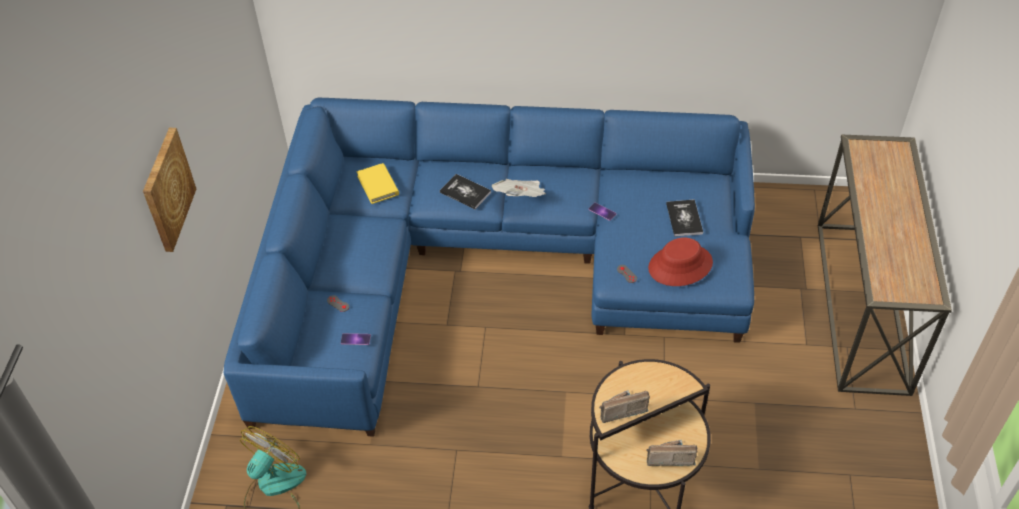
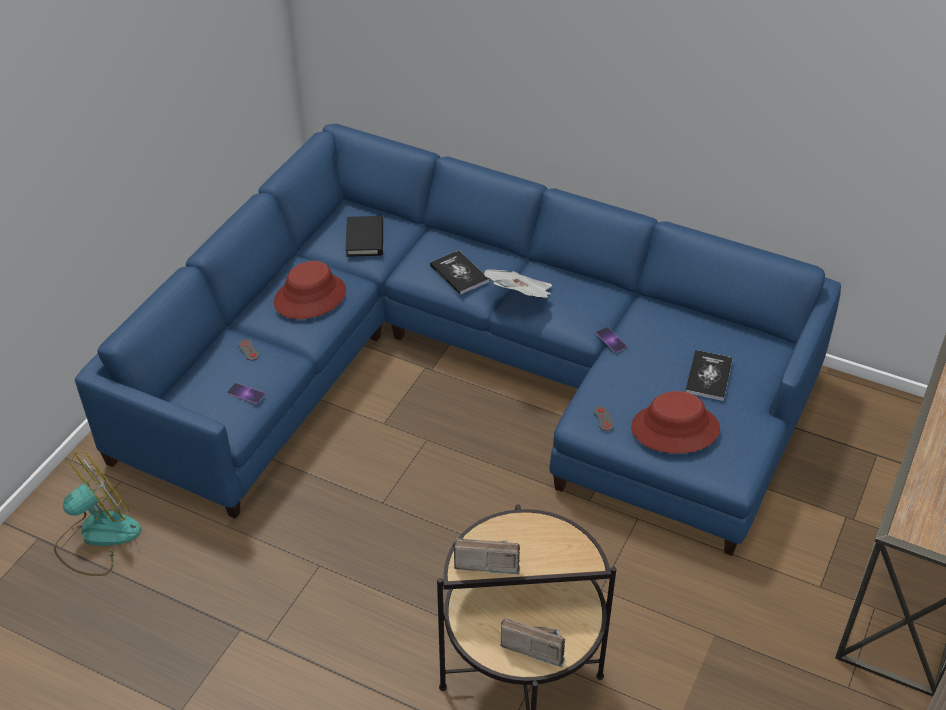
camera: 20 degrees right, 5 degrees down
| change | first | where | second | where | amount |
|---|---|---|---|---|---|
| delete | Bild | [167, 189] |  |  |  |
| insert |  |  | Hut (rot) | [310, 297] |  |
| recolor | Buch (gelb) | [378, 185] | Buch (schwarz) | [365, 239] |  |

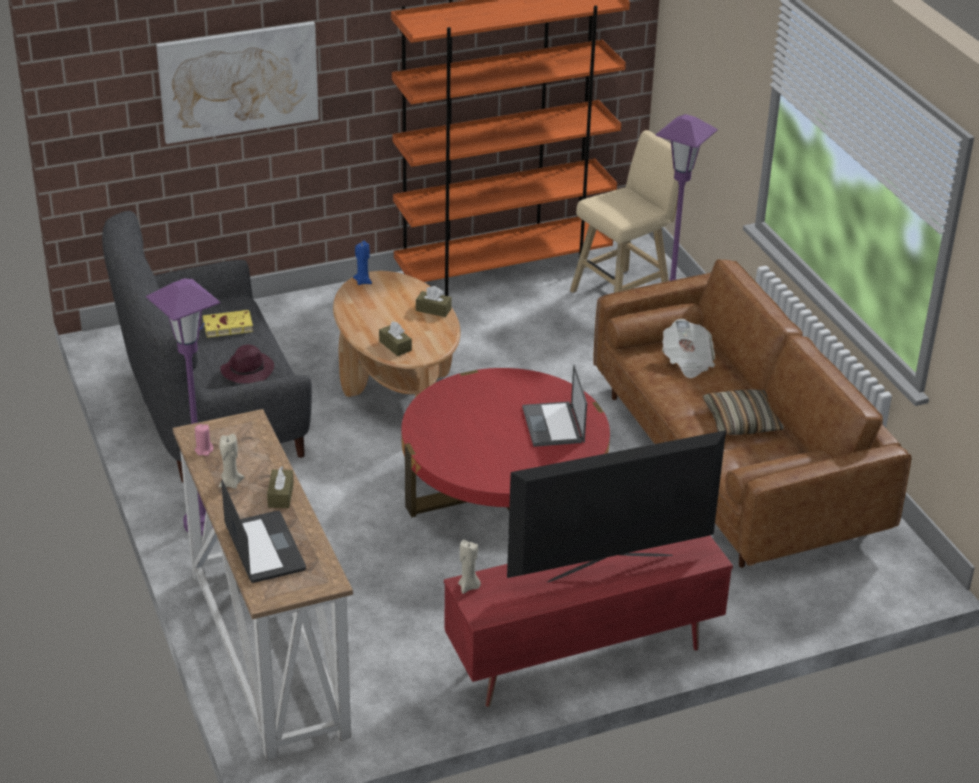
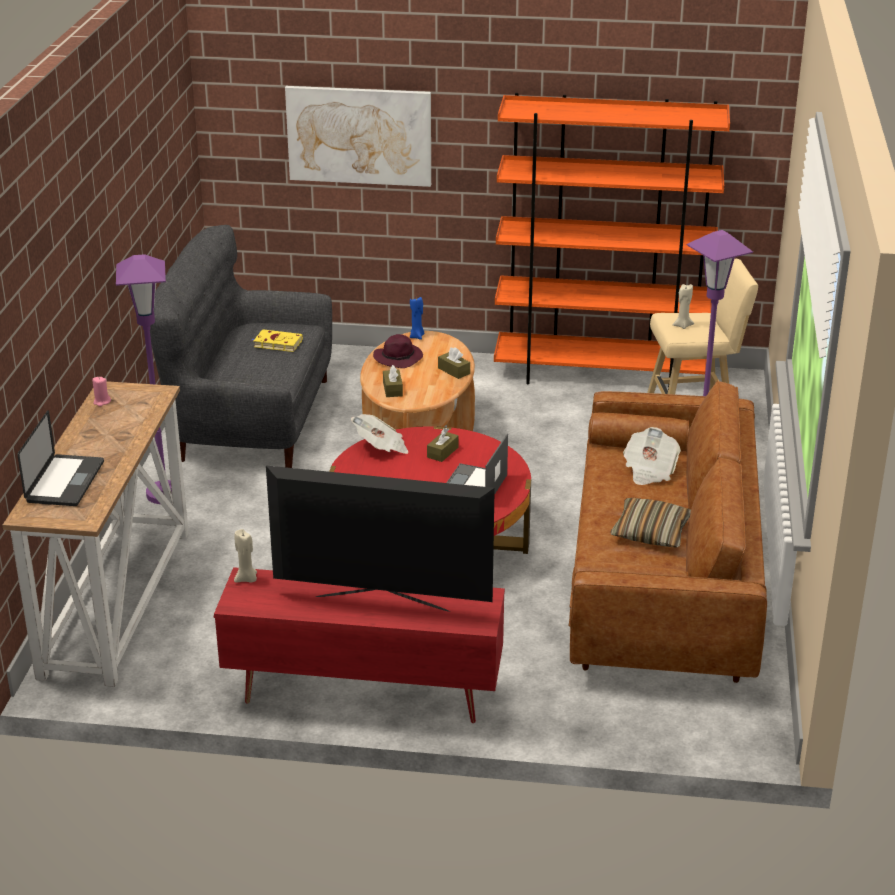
camera: 30 degrees right, 5 degrees down
| change | first | where | second | where | amount |
|---|---|---|---|---|---|
| insert |  |  | Zeitung | [381, 448] |  |
| move | Kerze (beige) | [230, 483] |  | [682, 325] |  |
| move | Hut (lila) | [248, 370] |  | [399, 358] |  |
| move | Taschentuchbox (braun) | [280, 495] |  | [442, 452] |  |

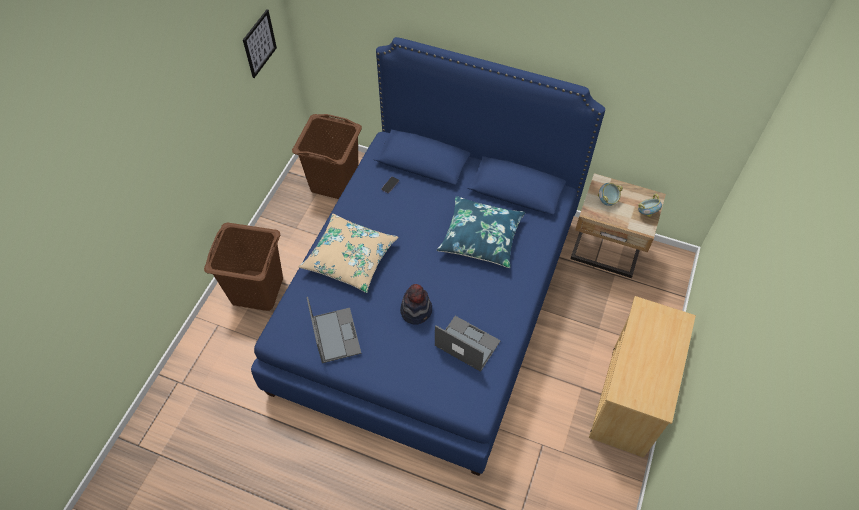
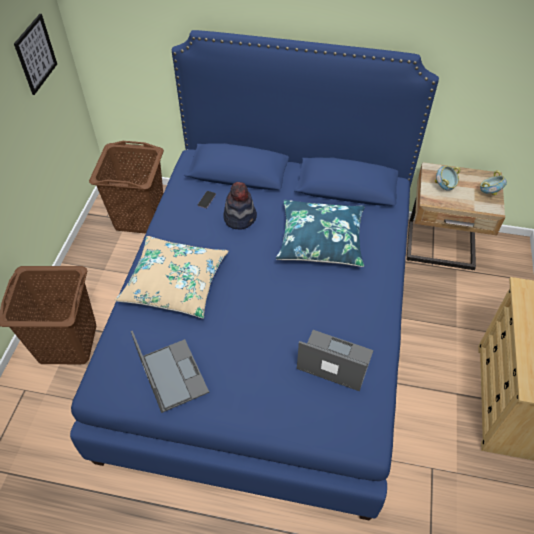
camera: 10 degrees left, 5 degrees down
| change | first | where | second | where | amount |
|---|---|---|---|---|---|
| move | Hut | [416, 310] |  | [240, 217] |  |

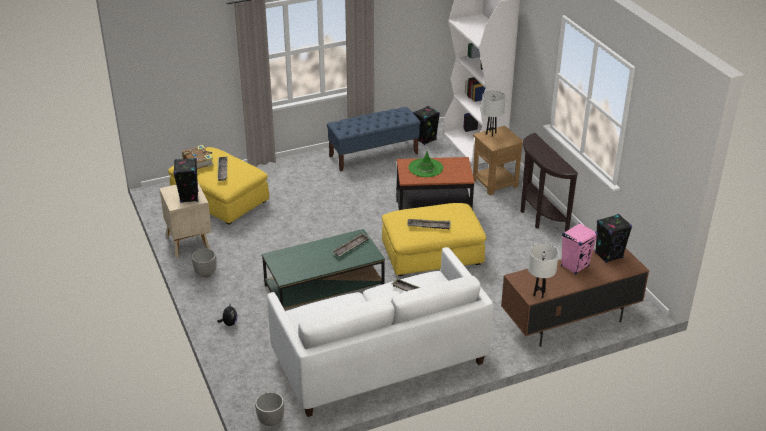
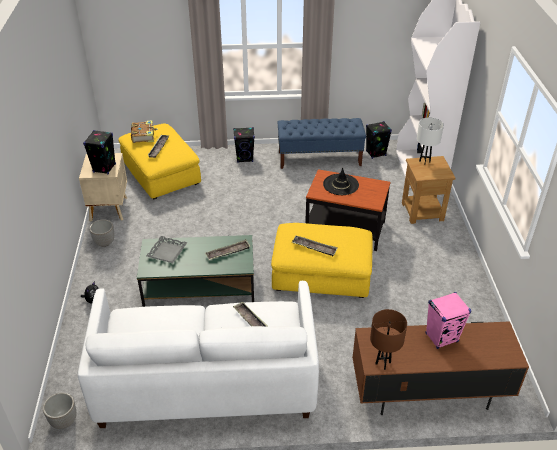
camera: 20 degrees right, 5 degrees up
| change | first | where | second | where | amount |
|---|---|---|---|---|---|
| delete | Konsolentisch (braun) | [538, 217] |  |  |  |
| insert |  |  | Tablett (grau) | [167, 252] |  |
| move | Lautsprecher (schwarz) | [609, 255] |  | [245, 158] |  |
| recolor | Hut (grün) | [425, 168] | Hut (schwarz) | [340, 184] |  |
| recolor | Tischlampe (weiß) | [539, 294] | Tischlampe (braun) | [383, 363] |  |

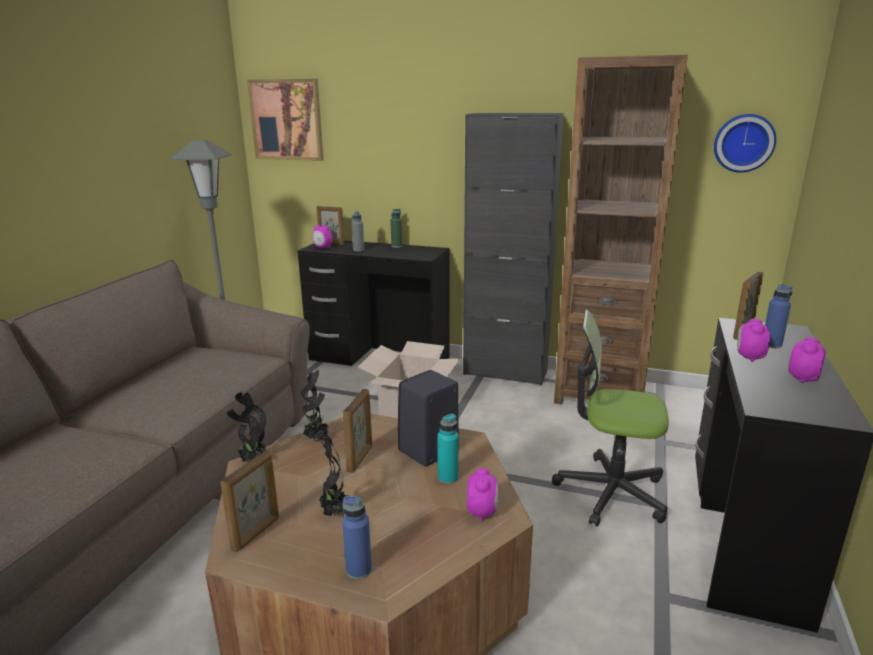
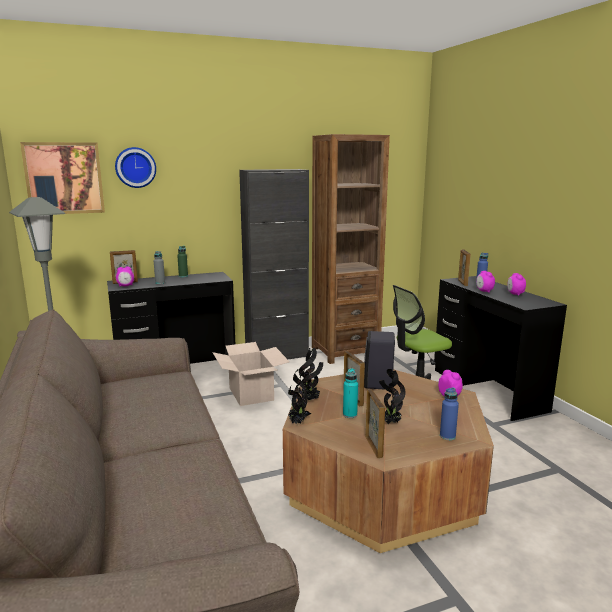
camera: 40 degrees left, 5 degrees down
| change | first | where | second | where | amount |
|---|---|---|---|---|---|
| move | Flasche (türkis) | [448, 478] |  | [350, 415] |  |
| move | Wanduhr | [743, 143] |  | [135, 167] |  |

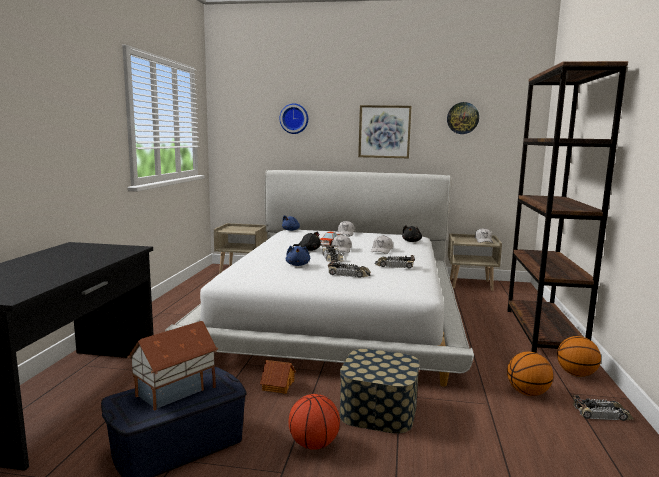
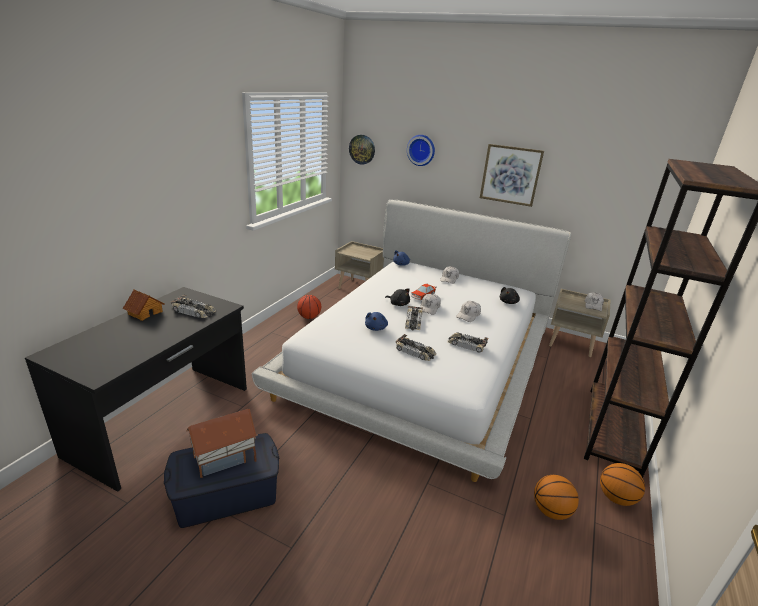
camera: 15 degrees right, 15 degrees up
| change | first | where | second | where | amount |
|---|---|---|---|---|---|
| delete | Aufbewahrungsbox | [379, 410] |  |  |  |
| move | Spielzeughaus | [277, 385] |  | [145, 312] |  |
| move | Basketball | [313, 444] |  | [309, 317] |  |
| move | Wanduhr | [462, 118] |  | [362, 149] |  |
| move | Spielzeugauto | [602, 414] |  | [194, 311] |  |

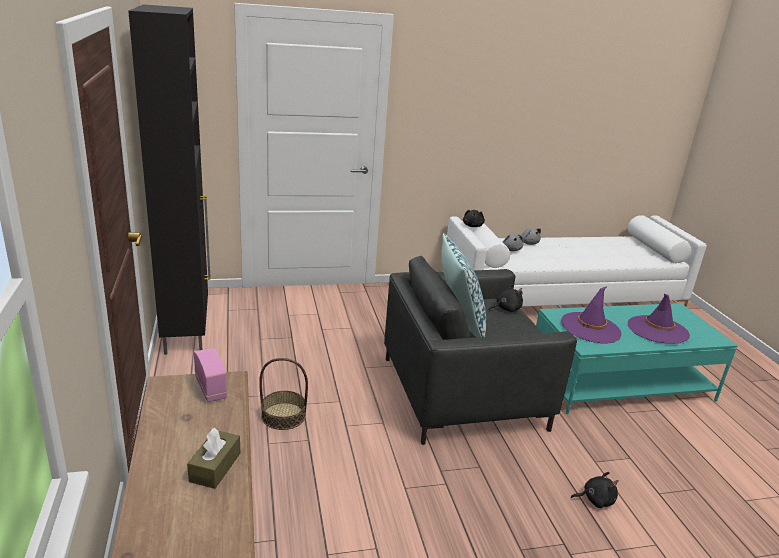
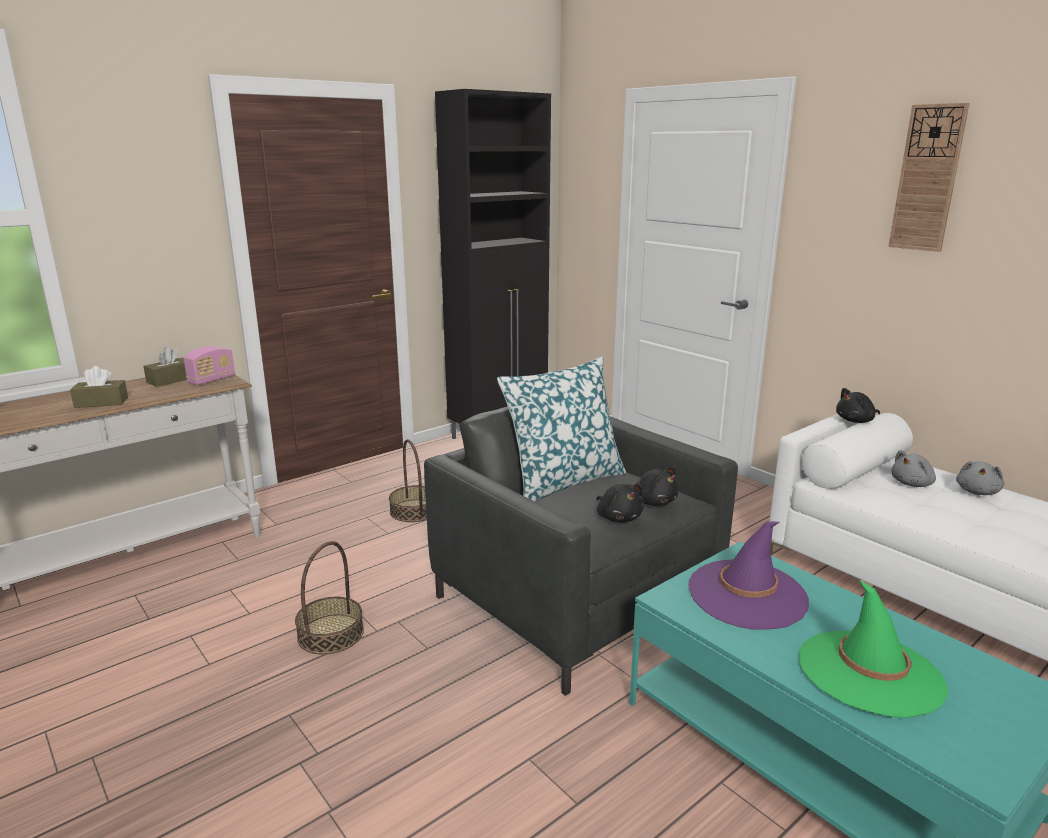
camera: 65 degrees right, 5 degrees down
| change | first | where | second | where | amount |
|---|---|---|---|---|---|
| insert |  |  | Taschentuchbox (braun) | [171, 380] |  |
| insert |  |  | Korb | [330, 634] |  |
| insert |  |  | Wanduhr | [927, 178] |  |
| move | Plüschtier (schwarz) | [595, 500] |  | [618, 517] |  |
| recolor | Hut (lila) | [657, 330] | Hut (grün) | [869, 672] |  |

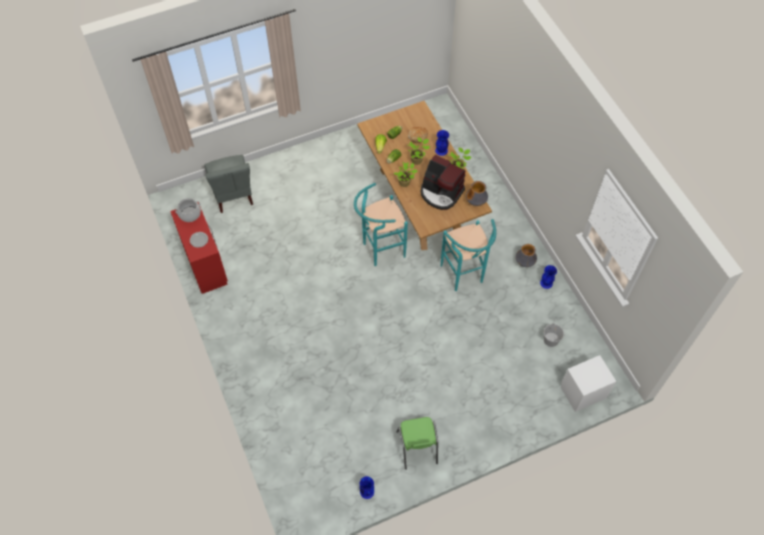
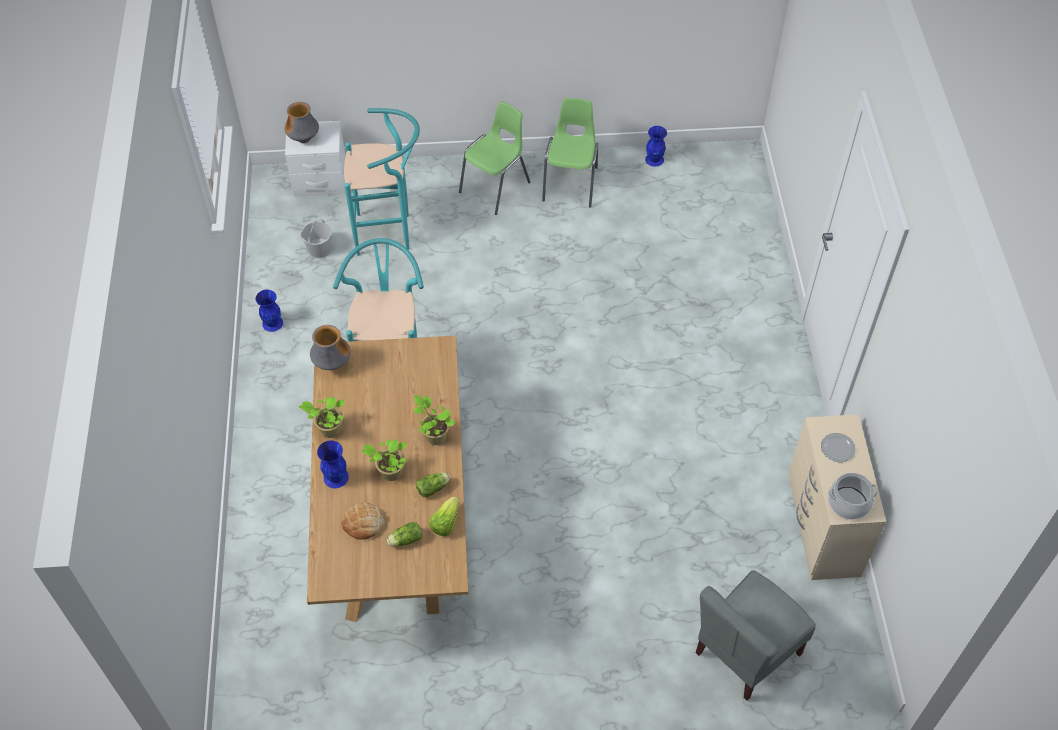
camera: 160 degrees left, 5 degrees down
| change | first | where | second | where | amount |
|---|---|---|---|---|---|
| delete | Kaffeemaschine | [441, 193] |  |  |  |
| insert |  |  | Stuhl (grün) | [496, 187] |  |
| move | Hocker (türkis) | [379, 250] |  | [389, 233] |  |
| move | Vase | [524, 262] |  | [304, 139] |  |
| recolor | Kommode (rot) | [205, 263] | Kommode (beige) | [822, 526] |  |
| rotate | Stuhl (grau) | [233, 194] |  | [746, 652] | 135 degrees counterclockwise |

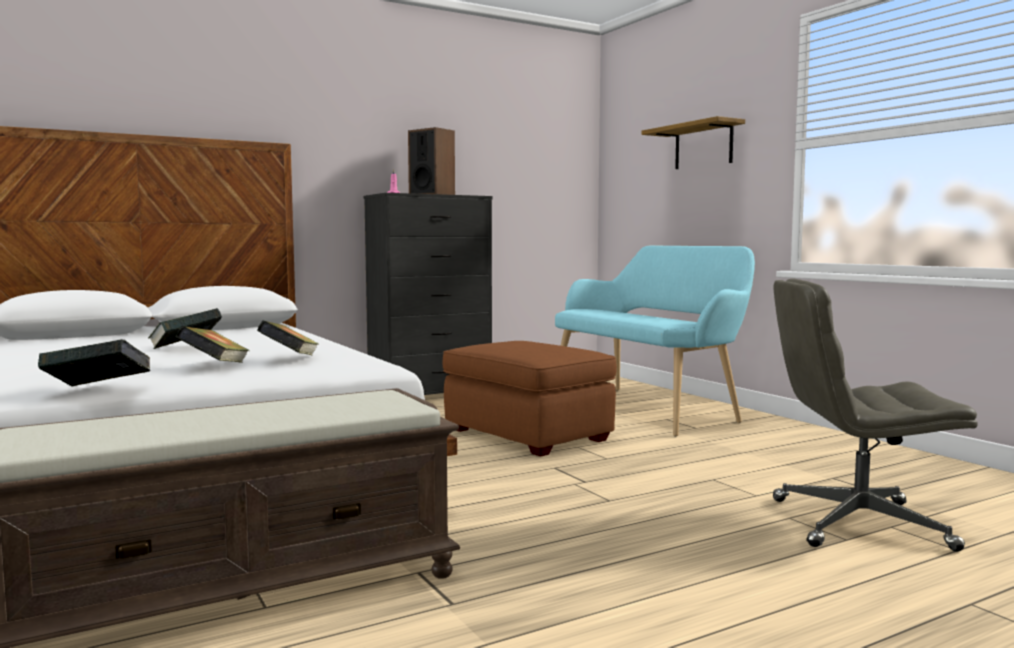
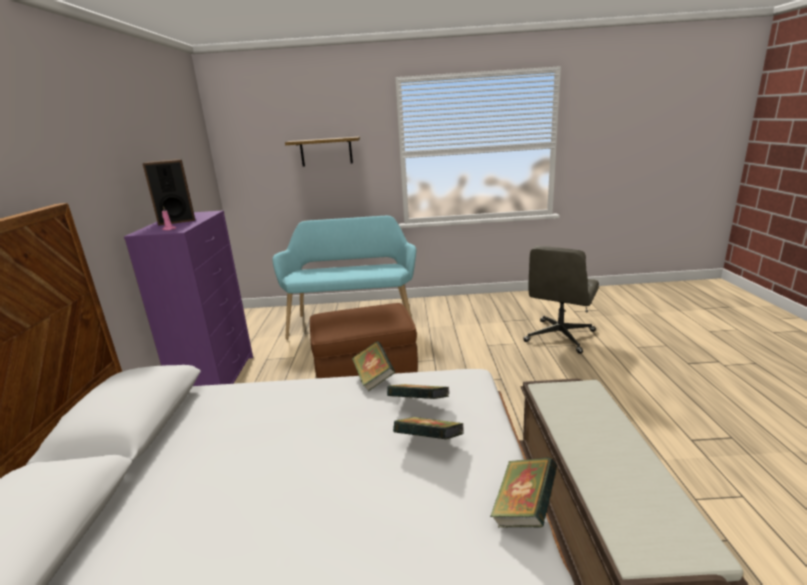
camera: 60 degrees left, 15 degrees up
| change | first | where | second | where | amount |
|---|---|---|---|---|---|
| move | Buch | [186, 348] |  | [374, 378] |  |
| recolor | Kommode (schwarz) | [431, 395] | Kommode (lila) | [217, 380] |  |

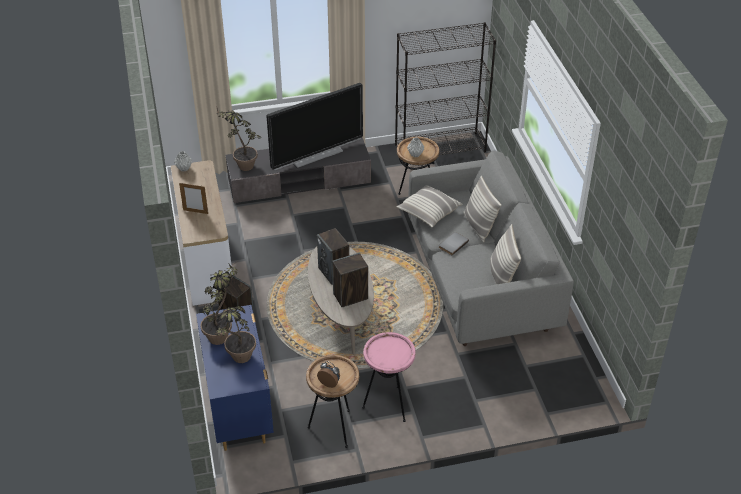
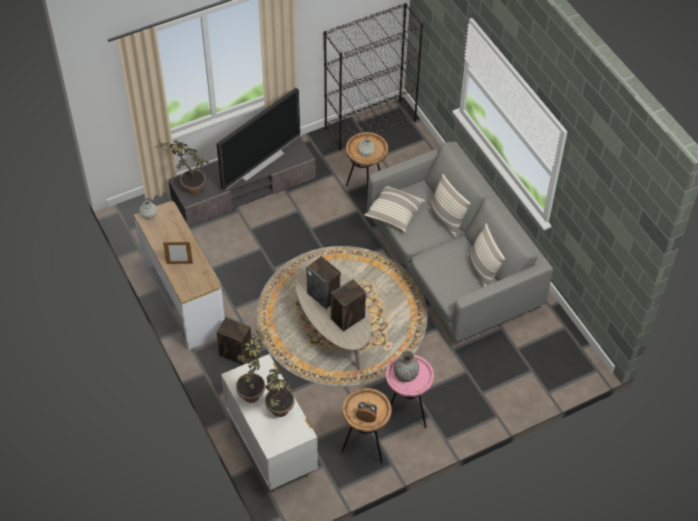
camera: 15 degrees left, 10 degrees up
| change | first | where | second | where | amount |
|---|---|---|---|---|---|
| delete | Buch (grau) | [452, 244] |  |  |  |
| insert |  |  | Vase (grau) | [405, 375] |  |
| recolor | Kommode (blau) | [239, 408] | Kommode (weiß) | [271, 447] |  |

